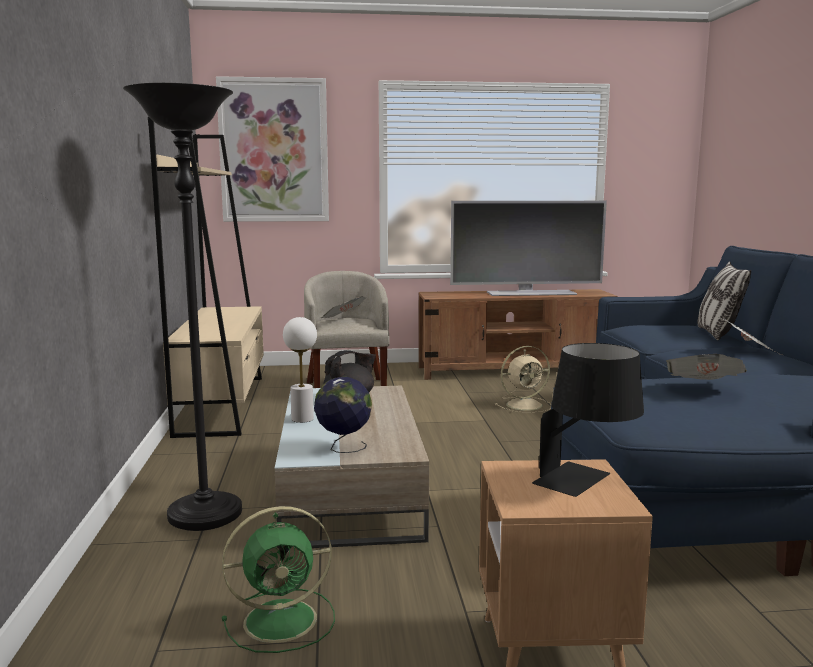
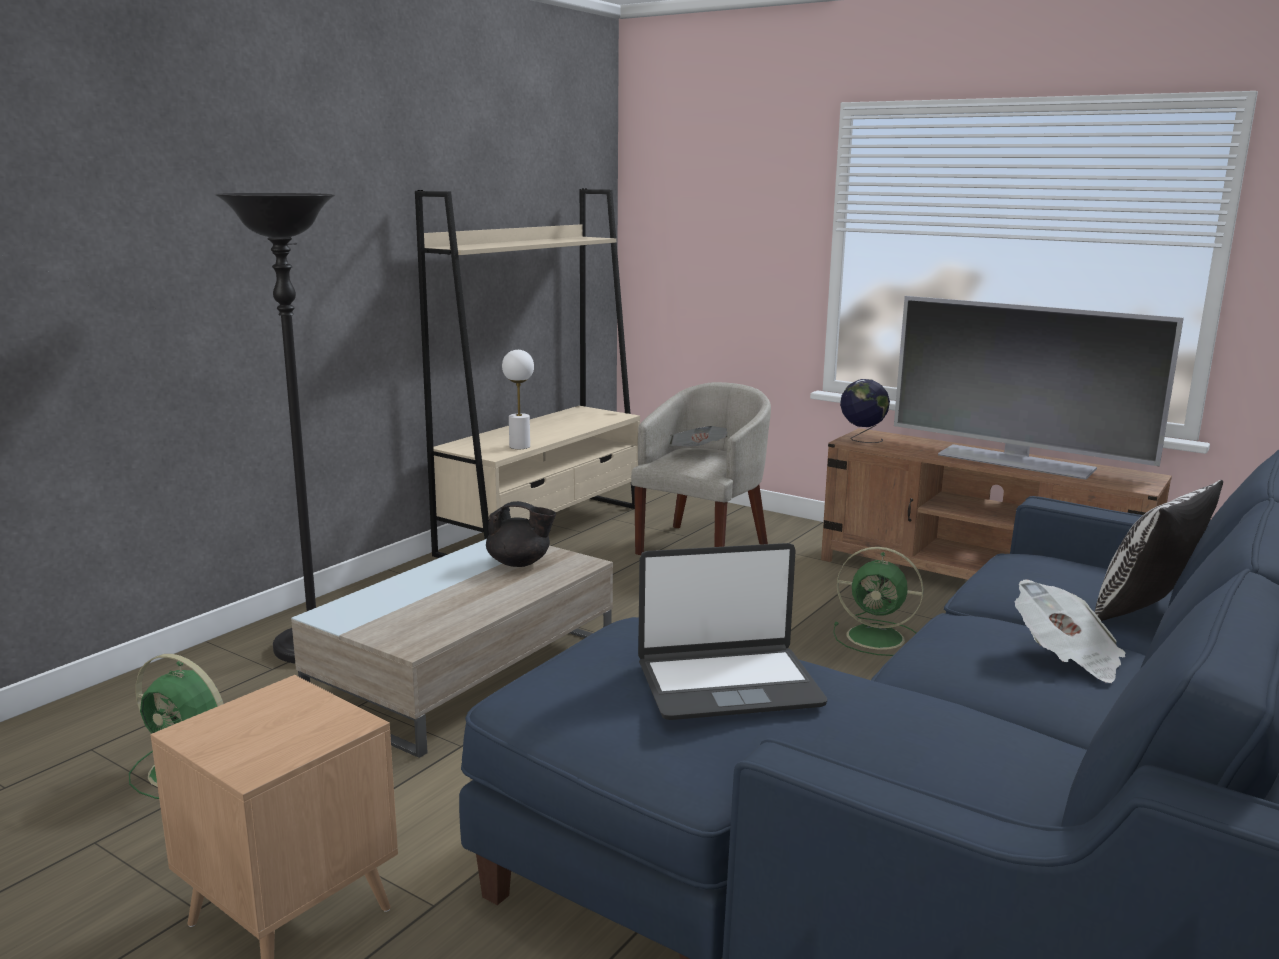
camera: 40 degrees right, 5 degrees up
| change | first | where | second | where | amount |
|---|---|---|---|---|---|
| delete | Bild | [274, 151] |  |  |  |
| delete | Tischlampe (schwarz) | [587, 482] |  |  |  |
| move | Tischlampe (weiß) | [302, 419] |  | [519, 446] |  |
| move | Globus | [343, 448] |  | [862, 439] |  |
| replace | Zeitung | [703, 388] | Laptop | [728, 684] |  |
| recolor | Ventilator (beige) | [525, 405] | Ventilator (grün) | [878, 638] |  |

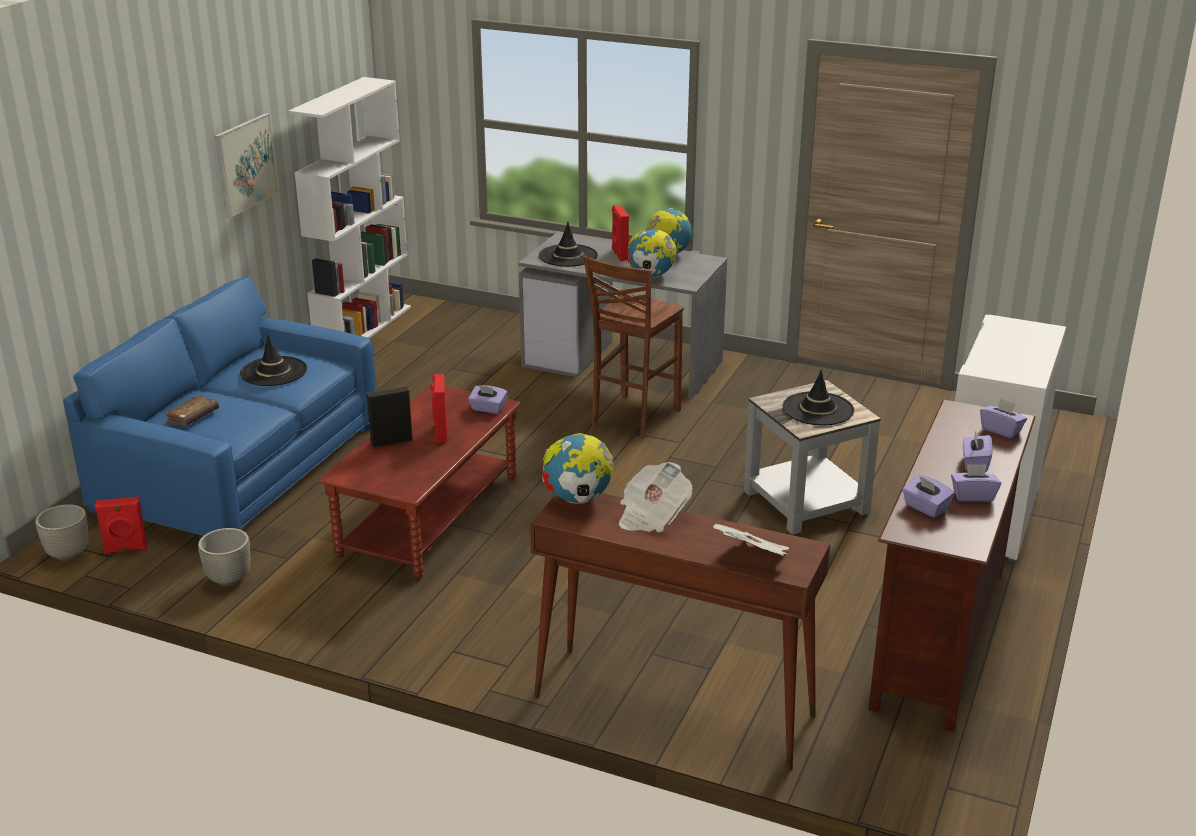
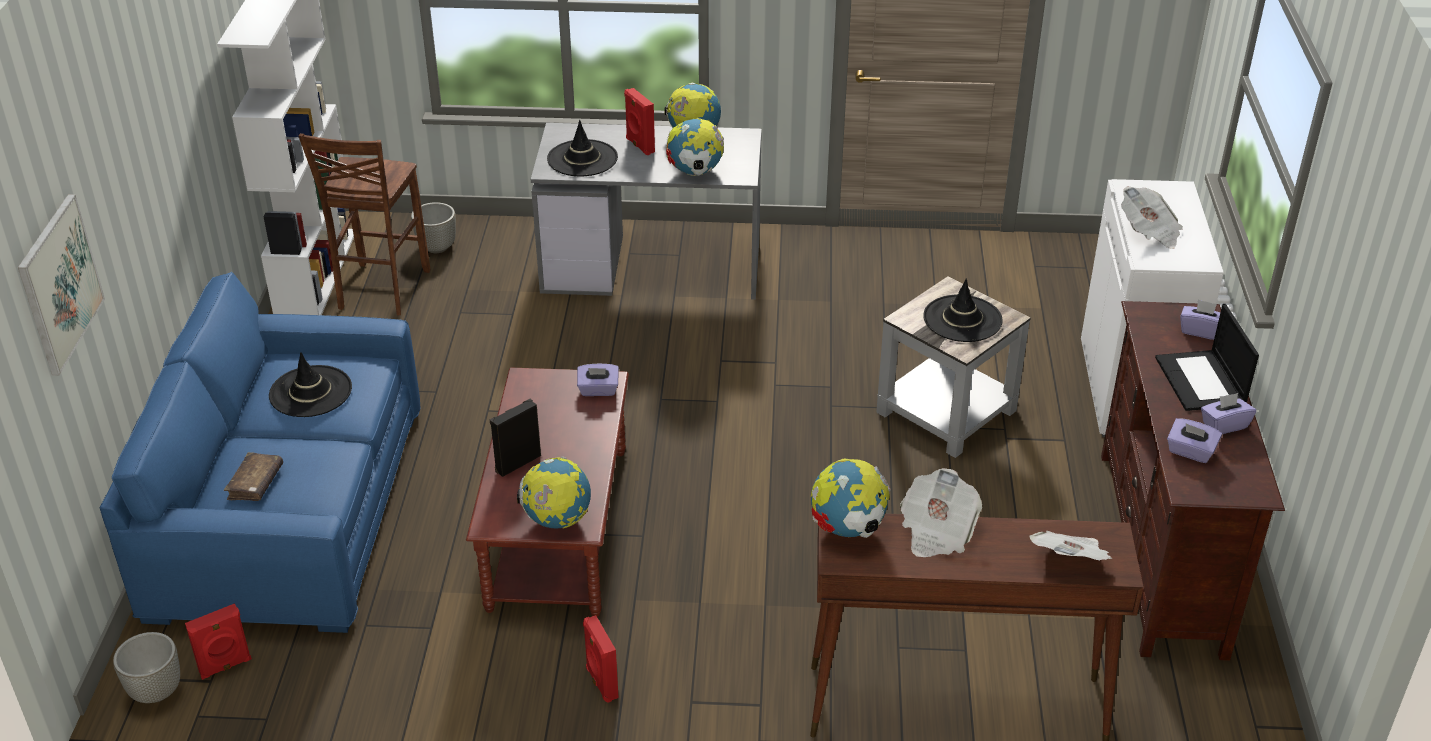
camera: 20 degrees left, 10 degrees up
| change | first | where | second | where | amount |
|---|---|---|---|---|---|
| insert |  |  | Globus | [557, 520] |  |
| insert |  |  | Zeitung | [1149, 232] |  |
| move | Pflanzkübel (grau) | [228, 579] |  | [436, 247] |  |
| move | Bild | [245, 164] |  | [60, 284] |  |
| move | Lautsprecher (rot) | [440, 433] |  | [601, 683] |  |
| move | Hocker (braun) | [633, 418] |  | [381, 291] |  |
| replace | Taschentuchbox (lila) | [974, 463] | Laptop | [1201, 381] |  |

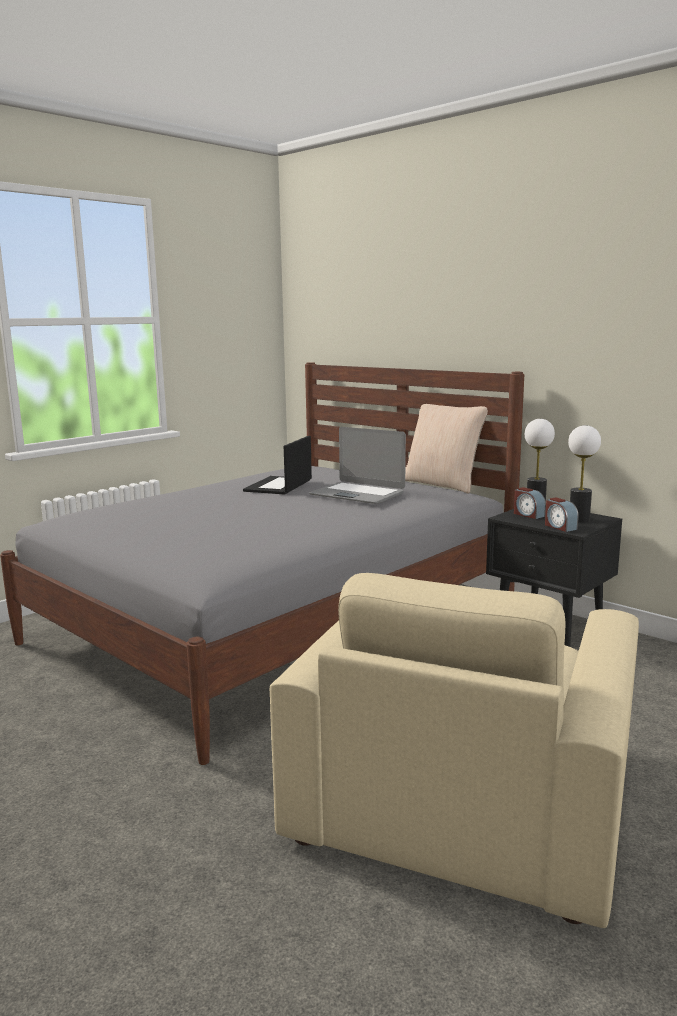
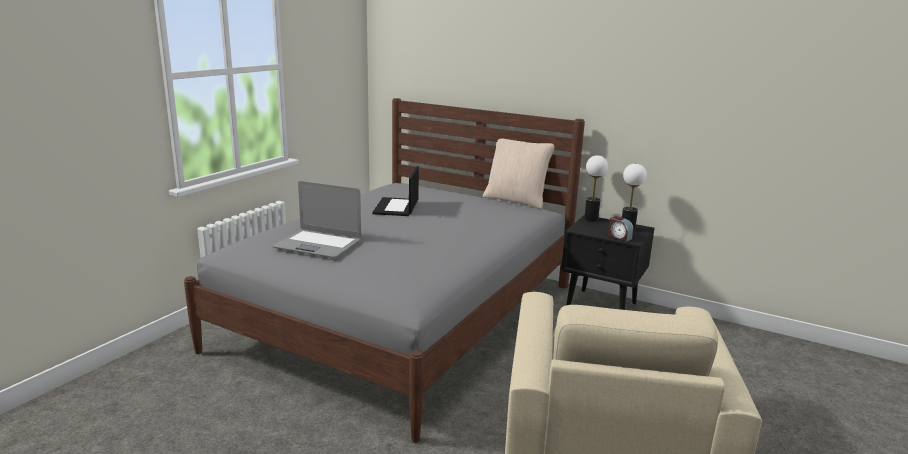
camera: 15 degrees left, 5 degrees up
| change | first | where | second | where | amount |
|---|---|---|---|---|---|
| delete | Wecker | [528, 515] |  |  |  |
| move | Laptop | [357, 494] |  | [318, 245] |  |

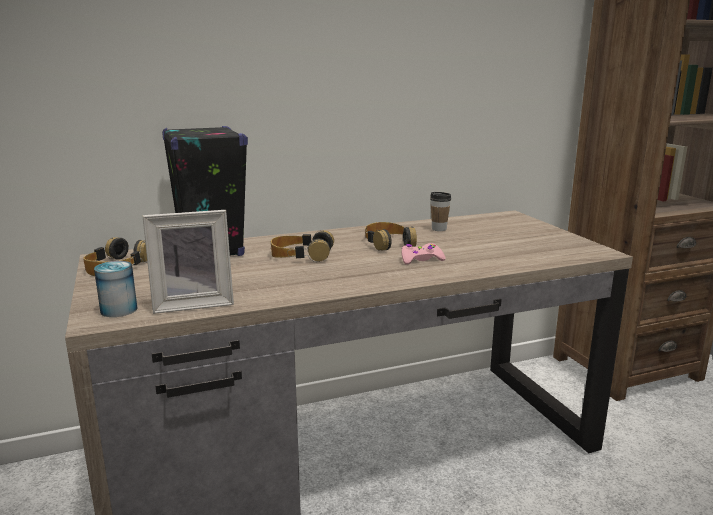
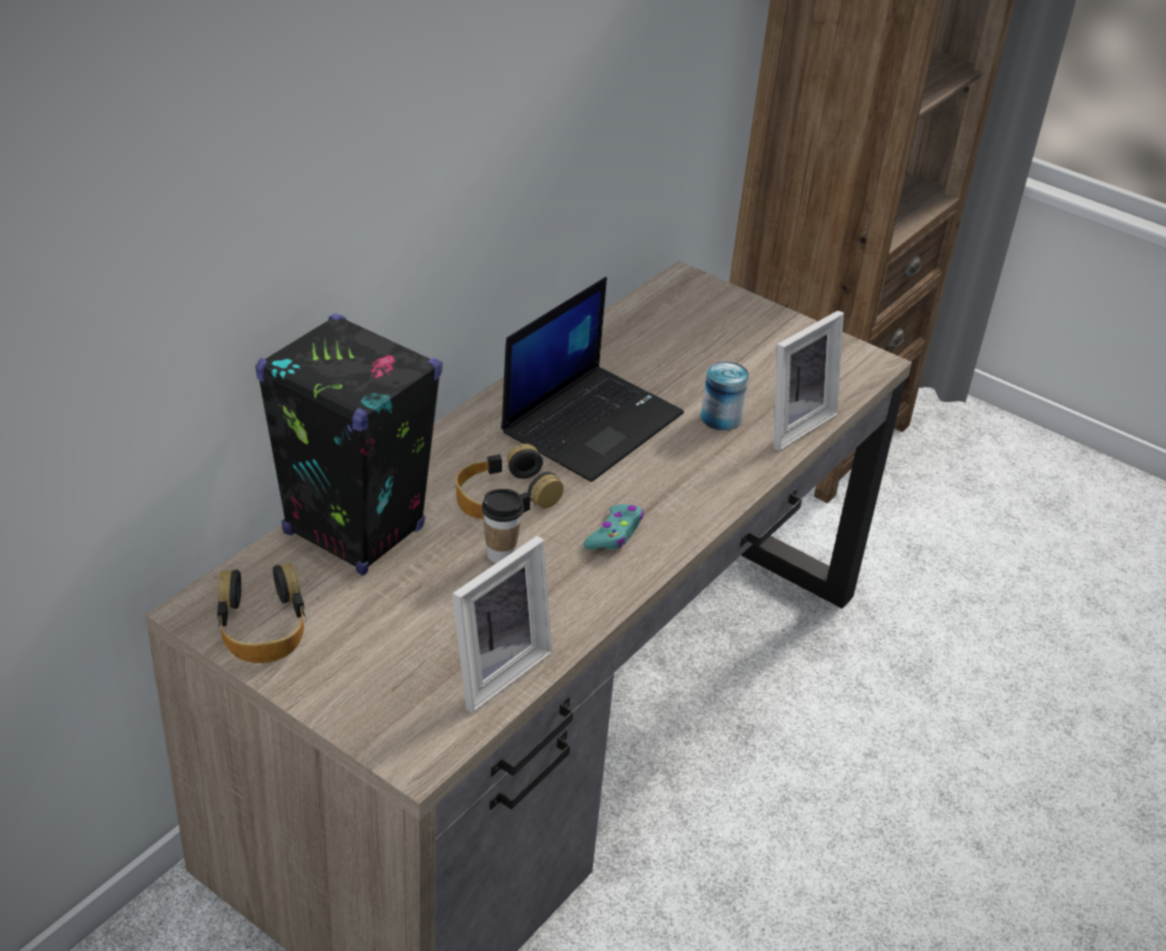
camera: 35 degrees left, 20 degrees up
| change | first | where | second | where | amount |
|---|---|---|---|---|---|
| delete | Gamepad (rosa) | [421, 259] |  |  |  |
| insert |  |  | Gamepad (türkis) | [614, 534] |  |
| insert |  |  | Bilderrahmen | [792, 423] |  |
| move | Dose | [119, 310] |  | [721, 418] |  |
| move | Tasse | [439, 229] |  | [500, 554] |  |
| replace | Kopfhörer | [388, 243] | Laptop | [592, 422] |  |

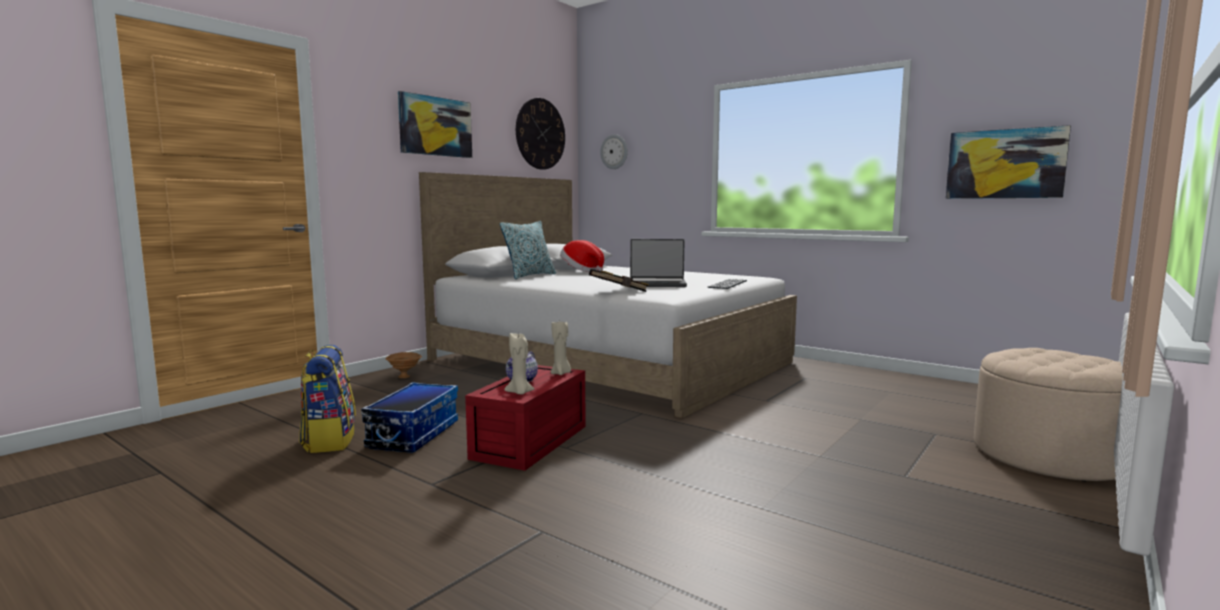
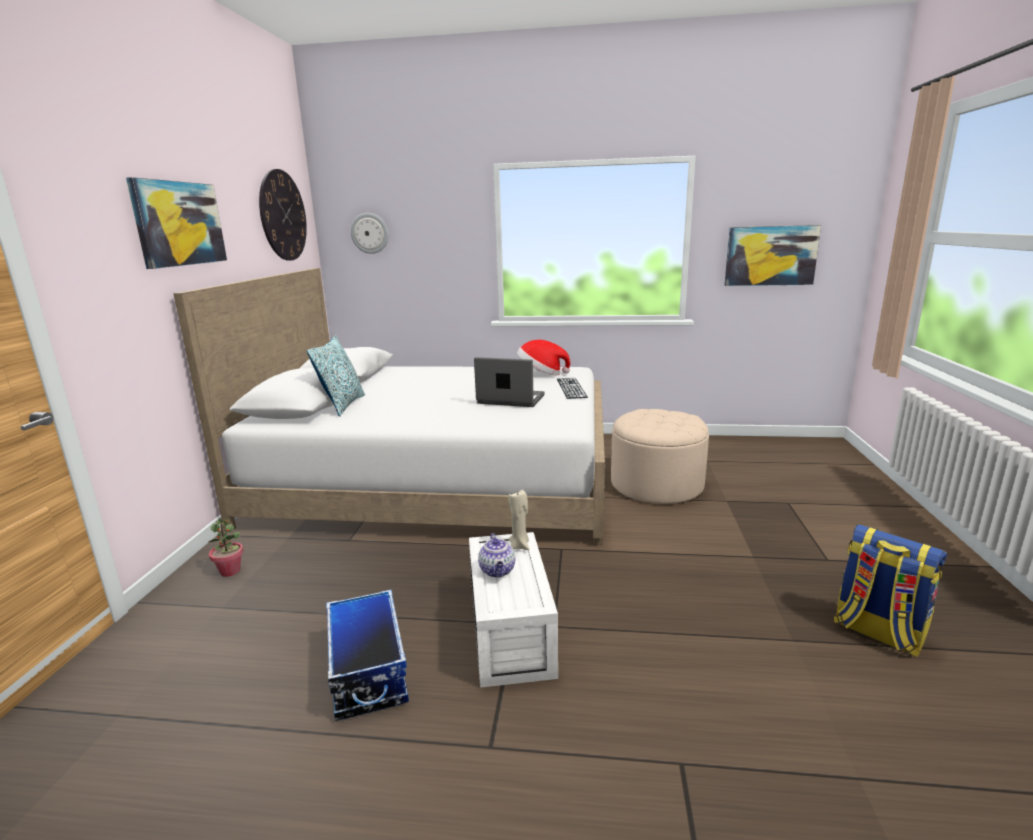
camera: 30 degrees left, 10 degrees up
| change | first | where | second | where | amount |
|---|---|---|---|---|---|
| delete | Kerze (beige) | [519, 393] |  |  |  |
| delete | Buch (schwarz) | [619, 291] |  |  |  |
| move | Rucksack | [329, 441] |  | [877, 632] |  |
| move | Hut | [581, 271] |  | [541, 374] |  |
| move | Polsterhocker (beige) | [1048, 455] |  | [656, 485] |  |
| replace | Schüssel (braun) | [405, 377] | Topfpflanze | [230, 571] |  |
| recolor | Aufbewahrungsbox (rot) | [531, 443] | Aufbewahrungsbox (weiß) | [513, 632] |  |
| rotate | Laptop | [657, 284] |  | [510, 400] | 135 degrees counterclockwise |

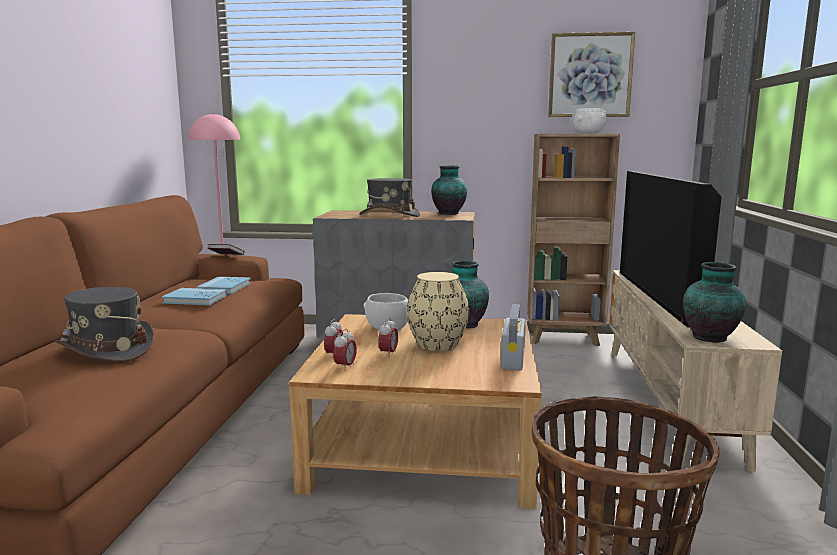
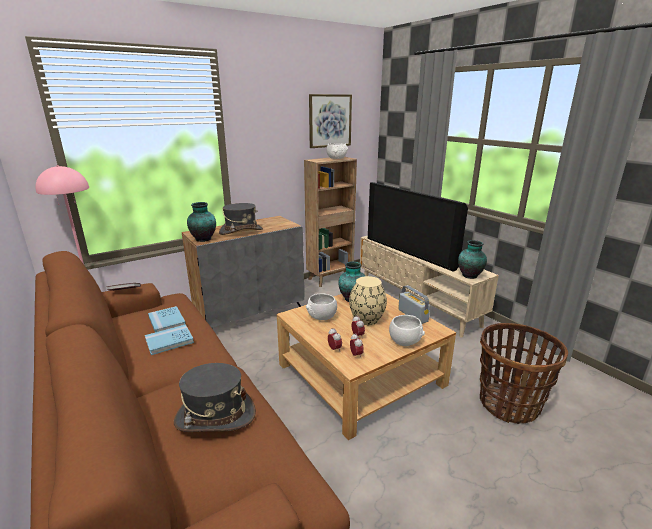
camera: 40 degrees left, 10 degrees up
| change | first | where | second | where | amount |
|---|---|---|---|---|---|
| insert |  |  | Schüssel (weiß) | [405, 341] |  |
| move | Vase | [449, 213] |  | [204, 239] |  |

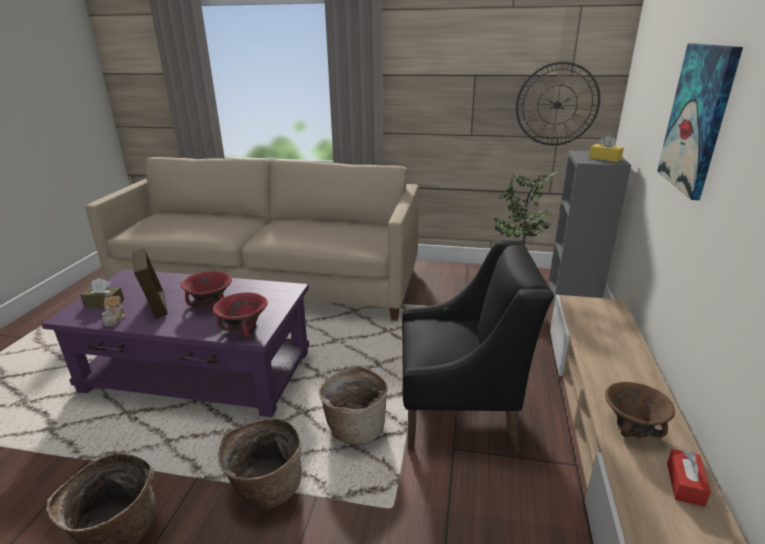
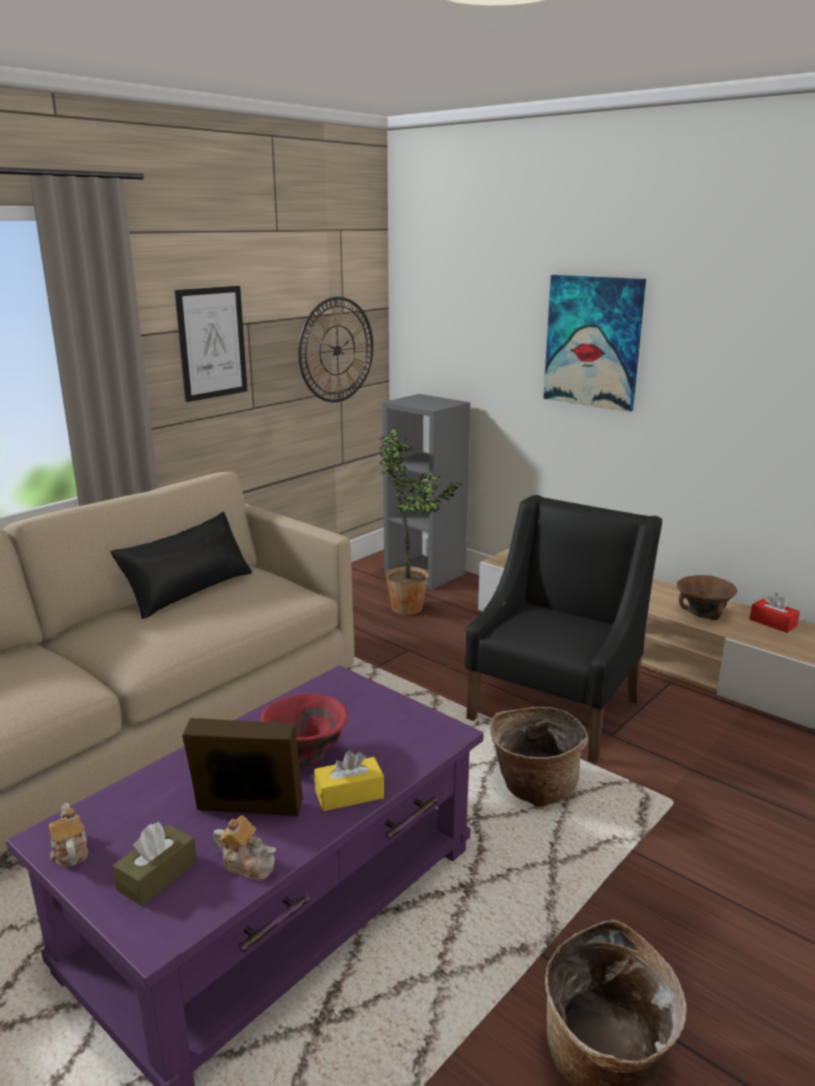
camera: 60 degrees left, 5 degrees down
| change | first | where | second | where | amount |
|---|---|---|---|---|---|
| delete | Schüssel (rot) | [244, 328] |  |  |  |
| delete | Korb | [266, 488] |  |  |  |
| insert |  |  | Teekanne | [70, 851] |  |
| insert |  |  | Kissen (schwarz) | [188, 591] |  |
| insert |  |  | Bild | [212, 343] |  |
| move | Taschentuchbox (gelb) | [605, 158] |  | [349, 794] |  |

